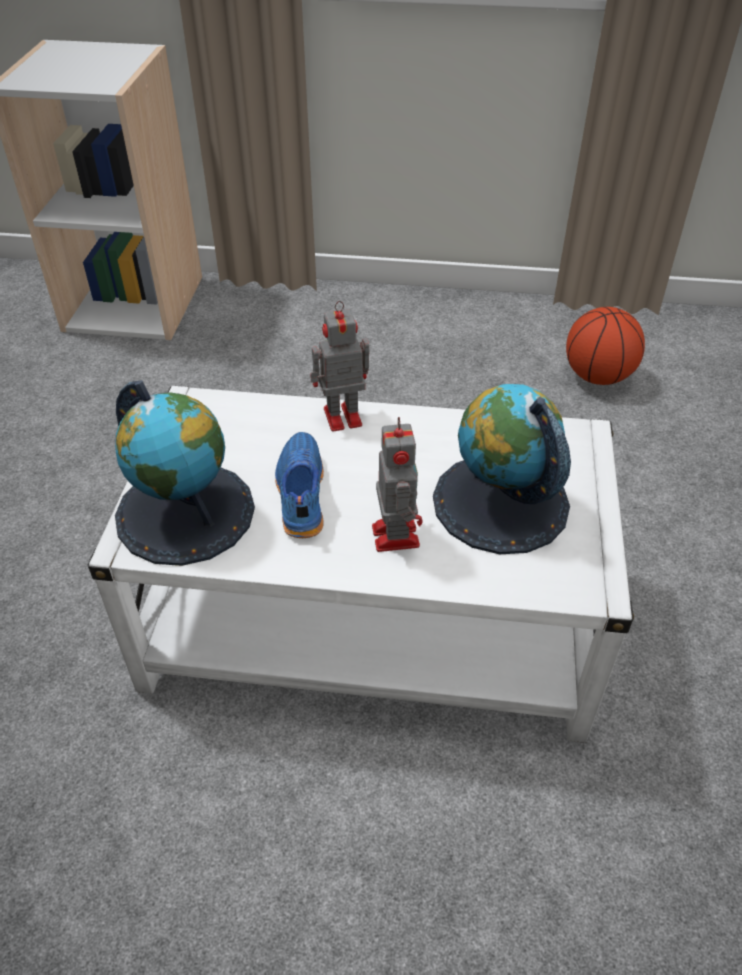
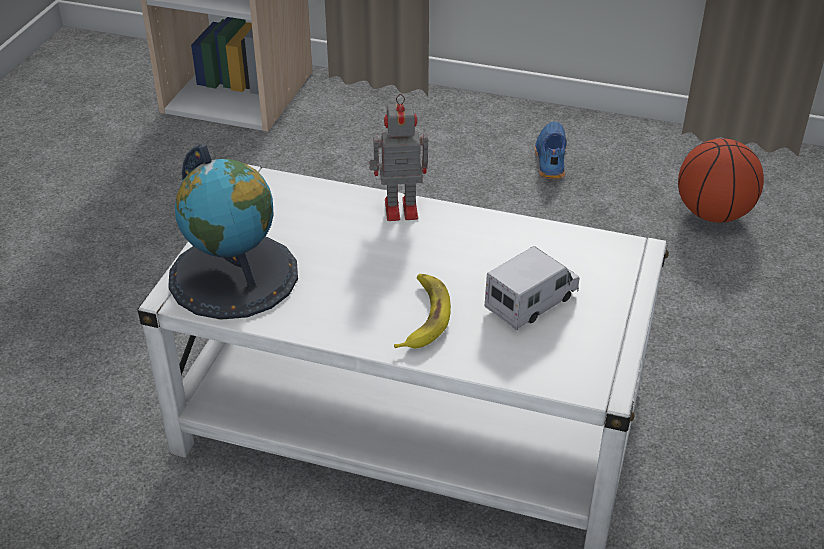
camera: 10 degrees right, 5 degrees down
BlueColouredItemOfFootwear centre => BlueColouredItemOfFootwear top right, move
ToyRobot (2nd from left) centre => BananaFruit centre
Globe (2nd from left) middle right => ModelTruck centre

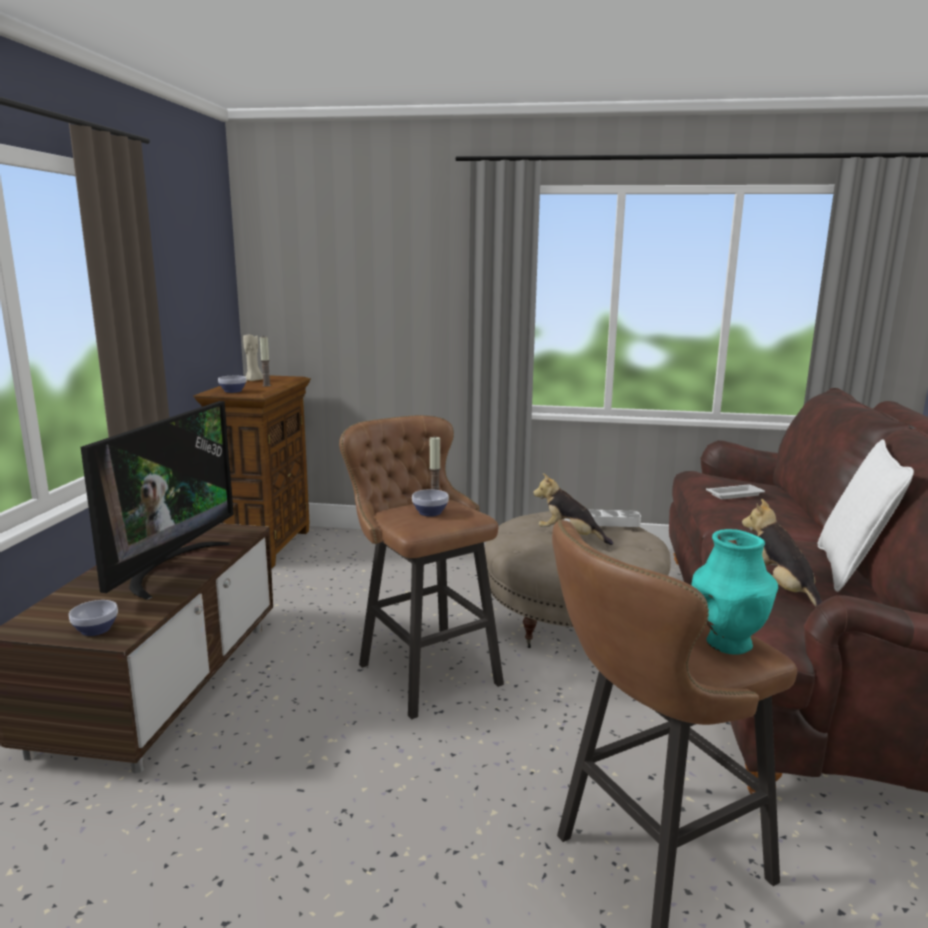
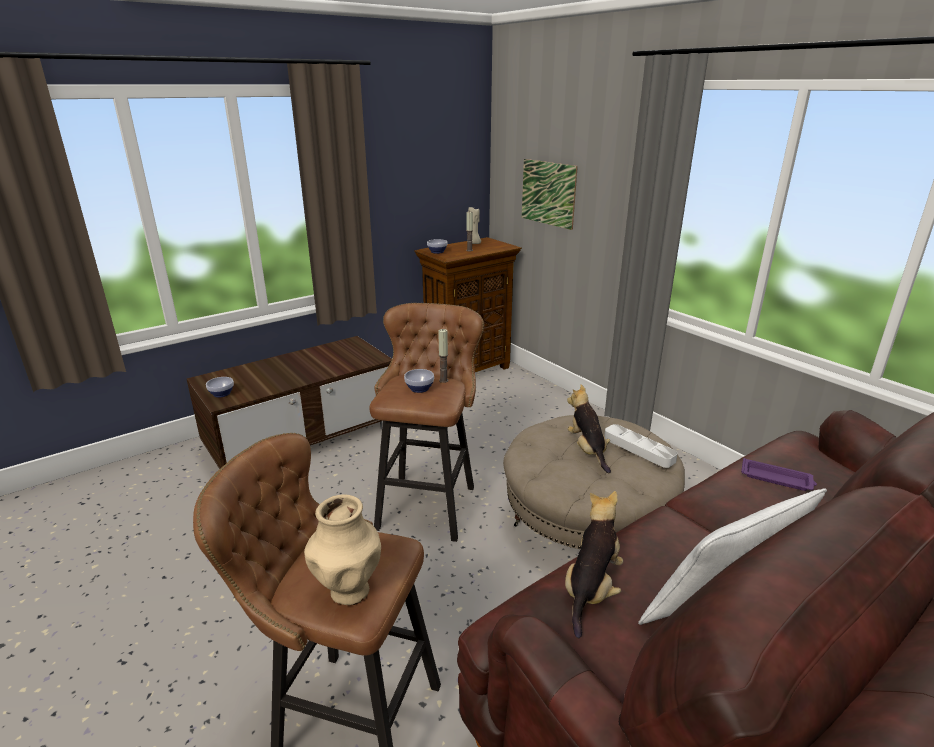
camera: 45 degrees right, 10 degrees up
TvSet middle left => nothing
nothing => Picture top centre
TurquoiseVase middle right => BeigeColouredVase bottom centre
WhitishTray (2nd from left) middle right => PurplishTray middle right

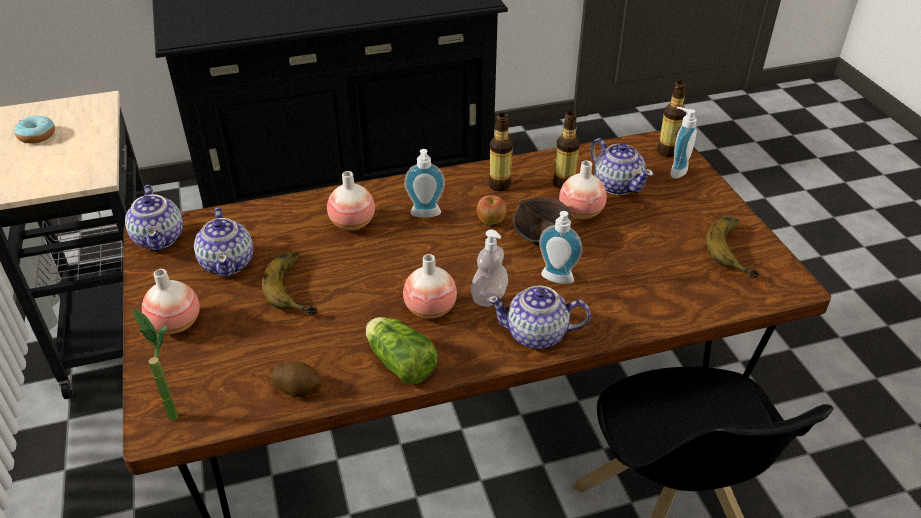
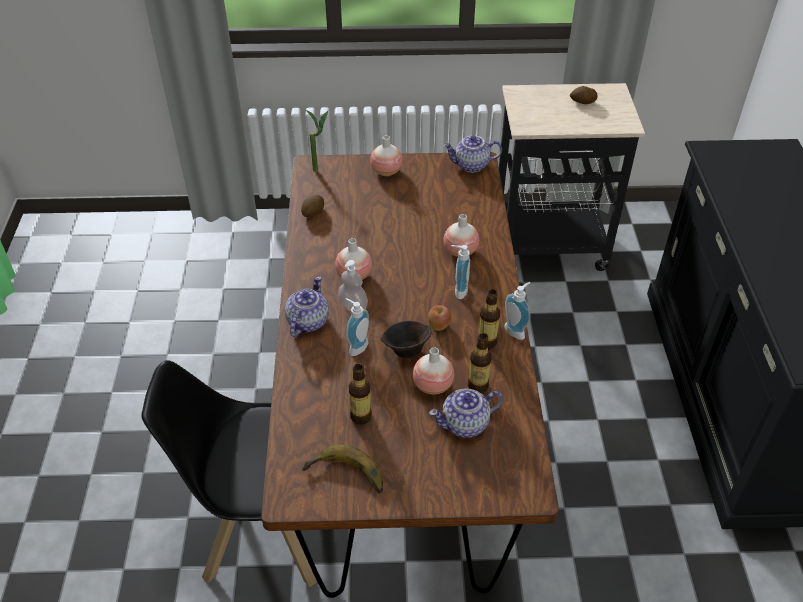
camera: 105 degrees right, 5 degrees up
TeaPot (2nd from left) middle left => nothing
BananaFruit (1st from left) middle left => nothing
Lettuce bottom centre => nothing
DrinkBottle (3rd from left in the first image) top right => DrinkBottle (1st from left) centre, move
SoapDispenser (4th from left) top right => SoapDispenser (4th from left) centre, move
Donut top left => Potato (2nd from left) top right

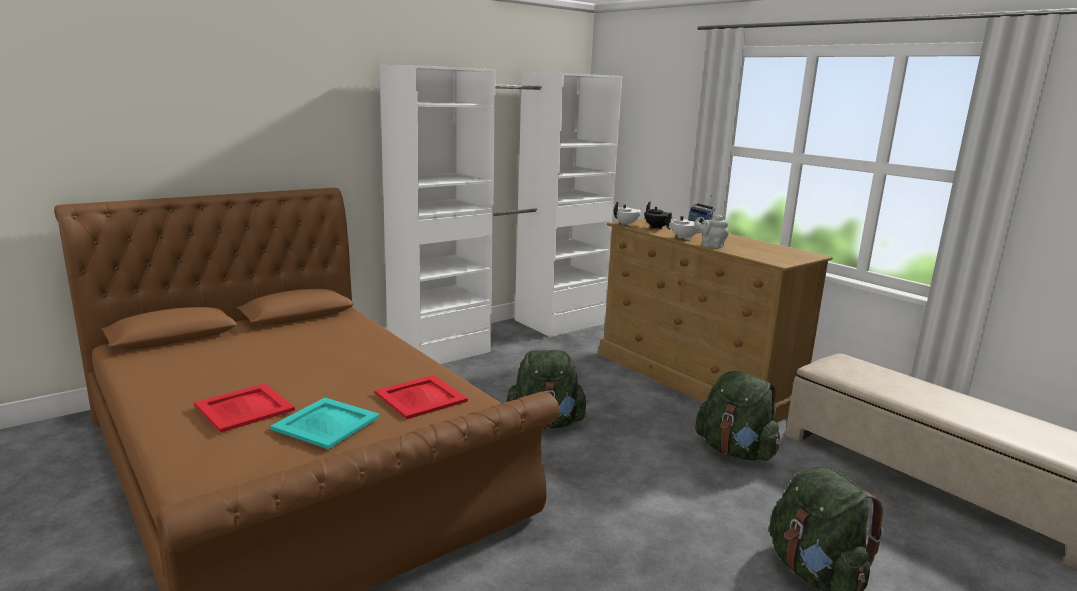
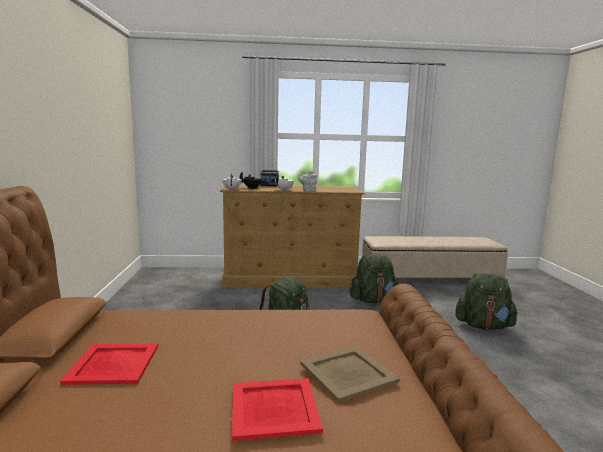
camera: 55 degrees left, 5 degrees down
WhitishWardrobe centre => nothing
ReddishTray (2nd from left in the first image) bottom centre => ReddishTray (1st from left) bottom left, move
TurquoiseTray bottom left => BeigeColouredTray bottom centre

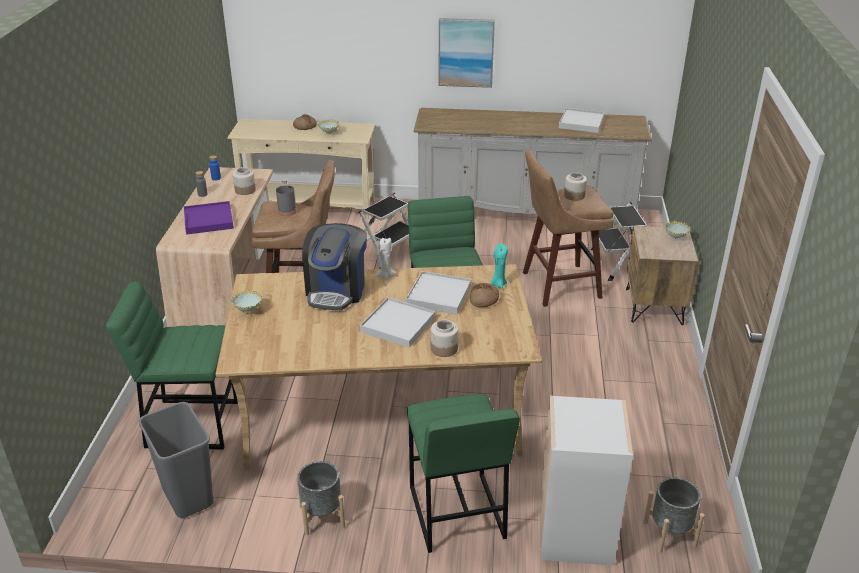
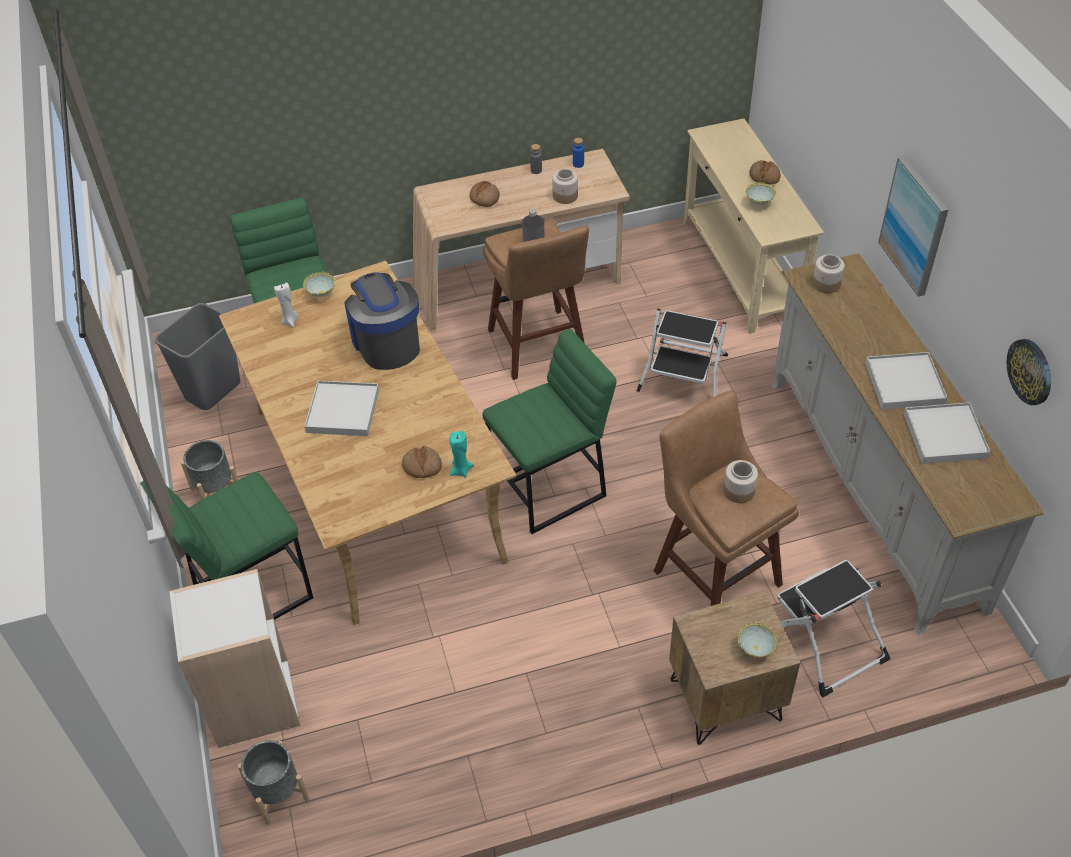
camera: 70 degrees right, 15 degrees up
nothing => WallClock middle right
WhitishWaxLight centre => WhitishWaxLight middle left, move
WhitishTray (2nd from left) centre => WhitishTray (2nd from left) middle right, move
StorageJar (2nd from left in the first image) centre => StorageJar (3rd from left) top right, move
PurplishTray middle left => Bread (2nd from left) top centre
CoffeeBrewer centre, 75 degrees clockwise

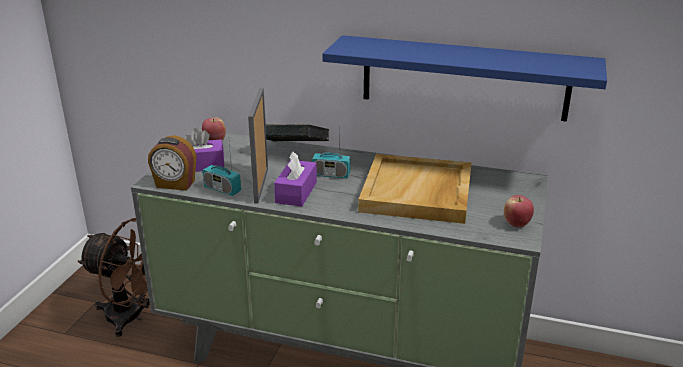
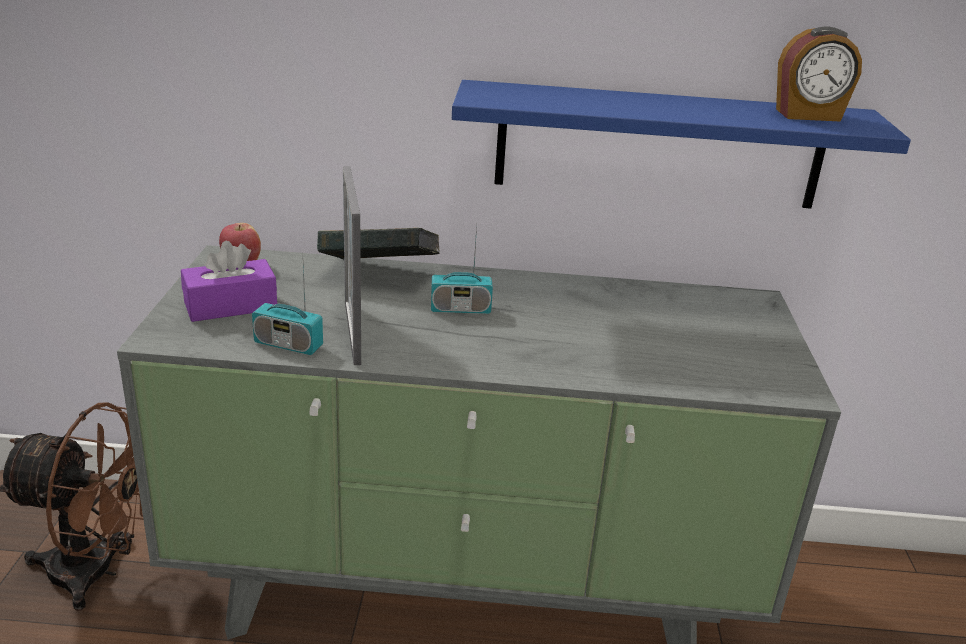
camera: 15 degrees left, 0 degrees up
PurplishBoxOfTissues (2nd from left) centre => nothing
BeigeColouredTray centre => nothing
Apple (2nd from left) middle right => nothing
AlarmClock middle left => AlarmClock top right, move

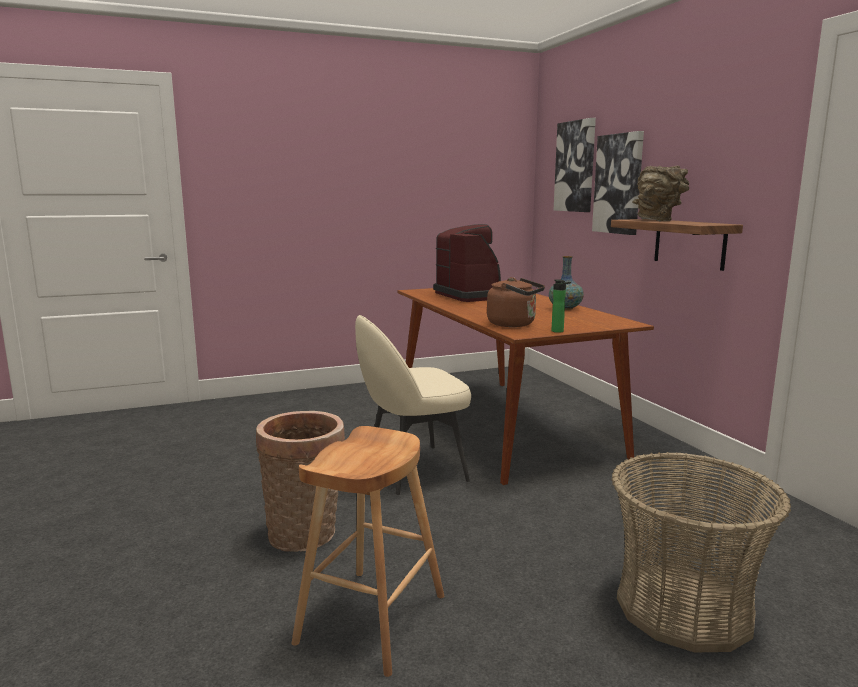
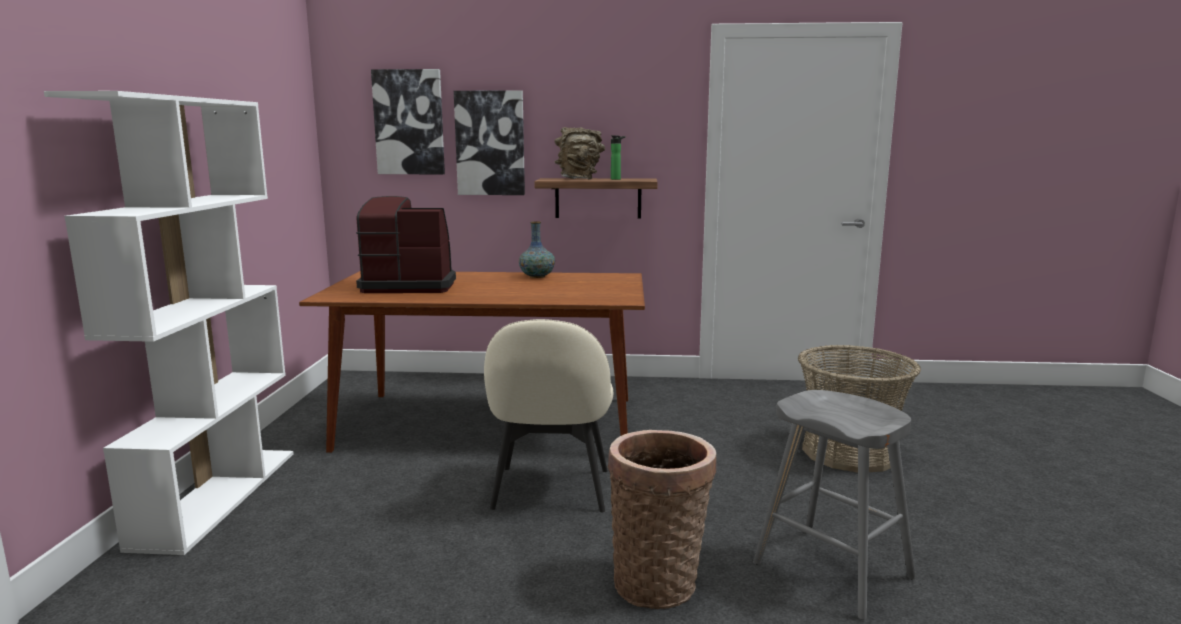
camera: 65 degrees left, 0 degrees up
BrownColouredTeaKettle centre => nothing
nothing => WhitishBookshelf middle left
DrinkBottle centre => DrinkBottle top centre, move
BrownColouredStoolSeat bottom centre => GreyStoolSeat bottom right

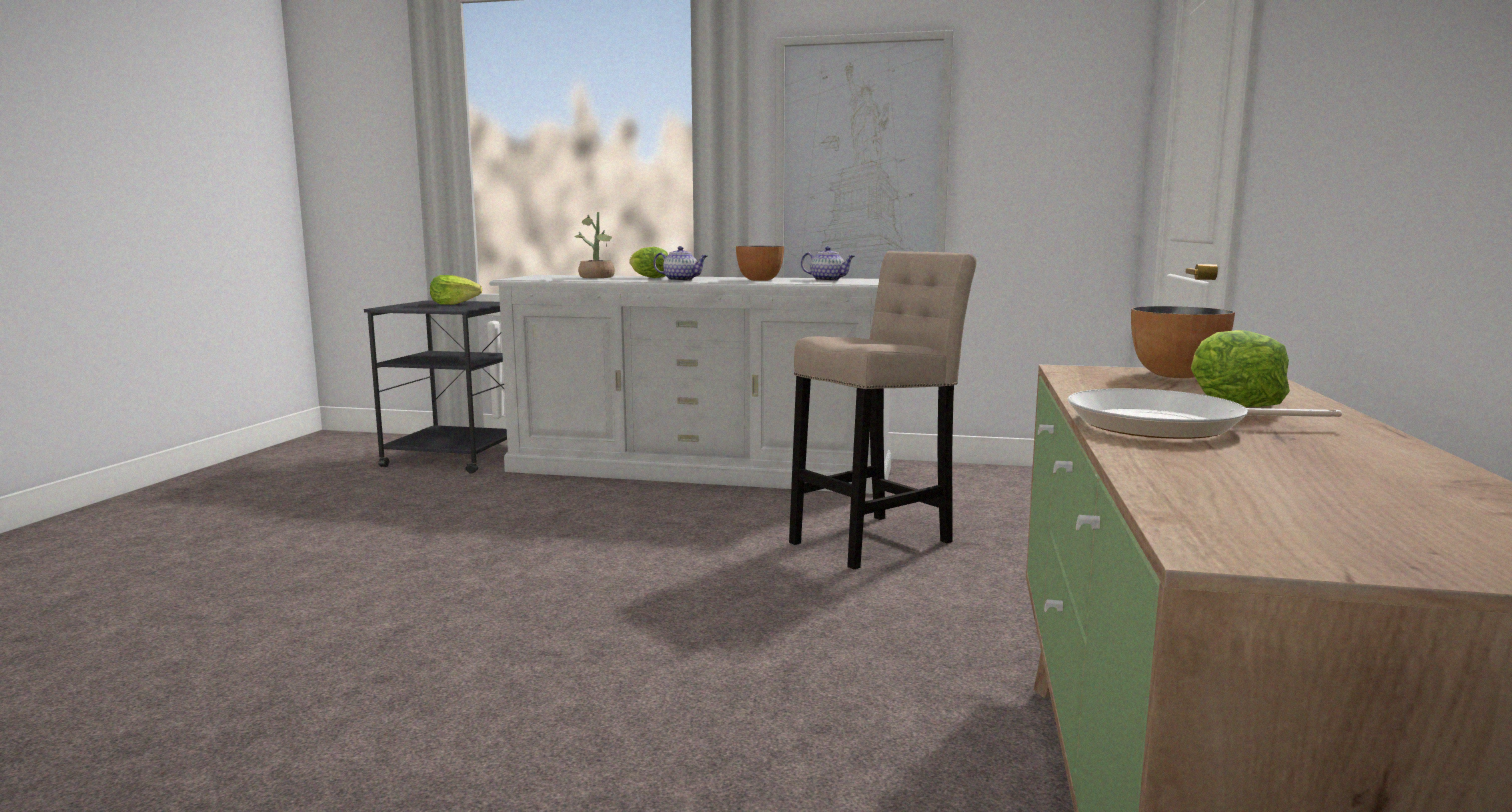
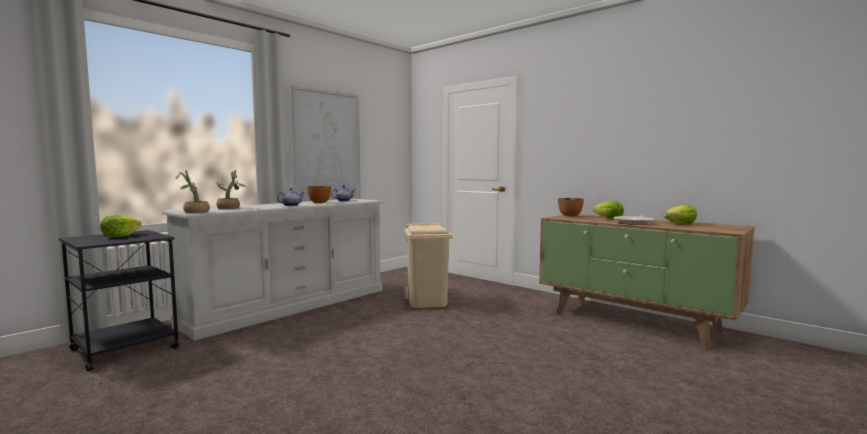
camera: 60 degrees left, 5 degrees down
nothing => PottedPlant (1st from left) middle left
Lettuce (2nd from left in the first image) top centre => Lettuce (3rd from left) middle right, move
BeigeColouredStoolSeat centre => BeigeColouredTrashCan centre

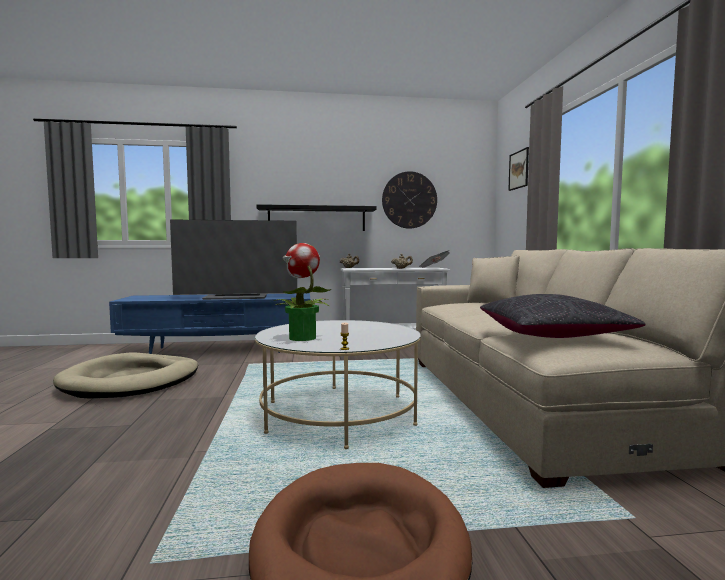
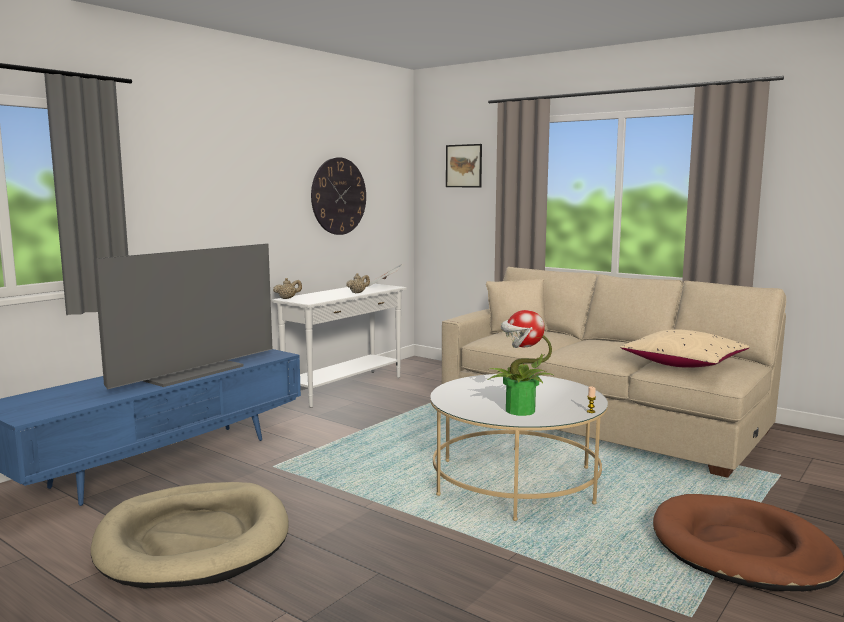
camera: 45 degrees left, 5 degrees up
BlackShelf centre => nothing
BlackCushion middle right => BeigeColouredCushion middle right

